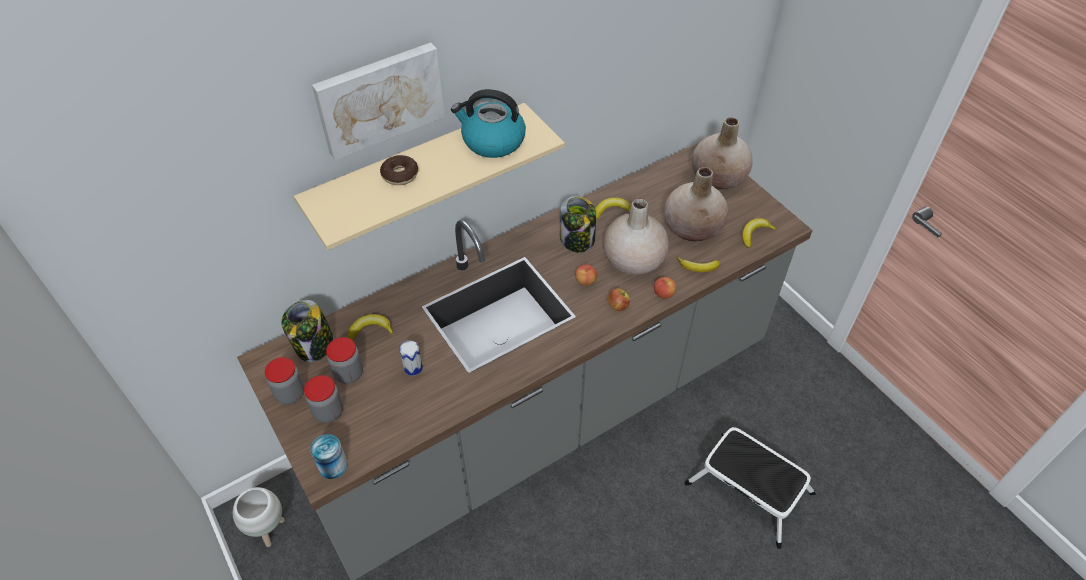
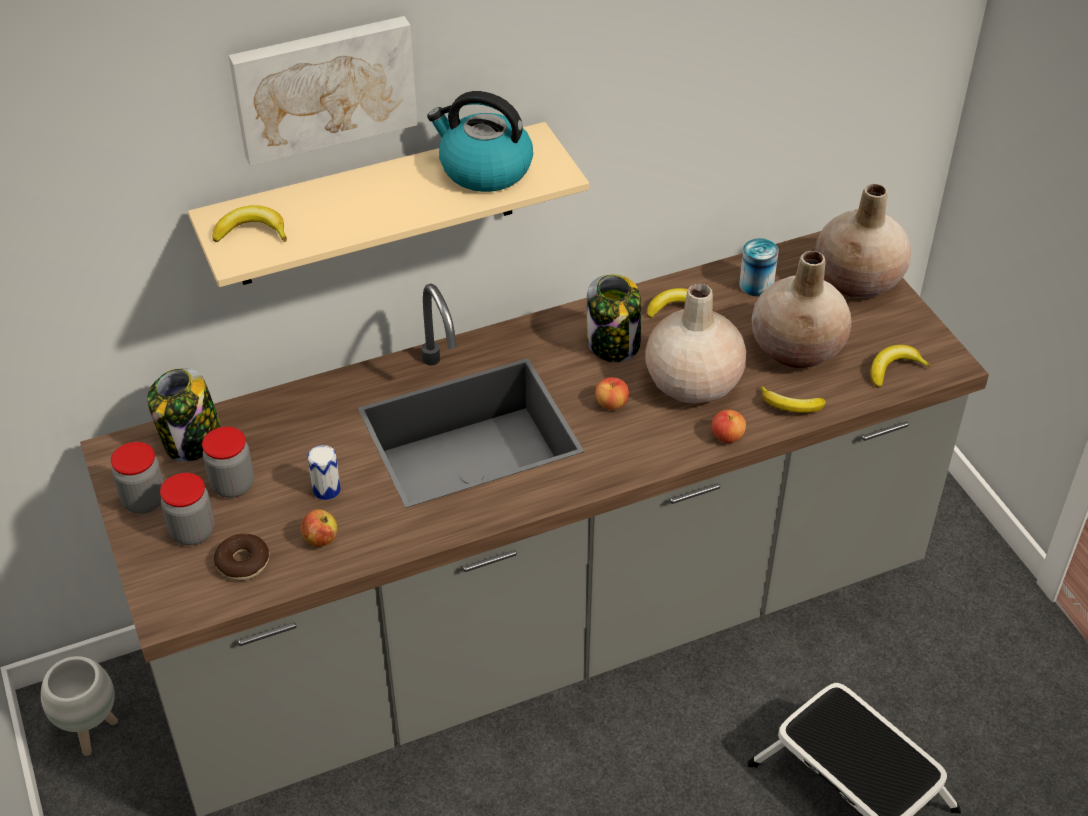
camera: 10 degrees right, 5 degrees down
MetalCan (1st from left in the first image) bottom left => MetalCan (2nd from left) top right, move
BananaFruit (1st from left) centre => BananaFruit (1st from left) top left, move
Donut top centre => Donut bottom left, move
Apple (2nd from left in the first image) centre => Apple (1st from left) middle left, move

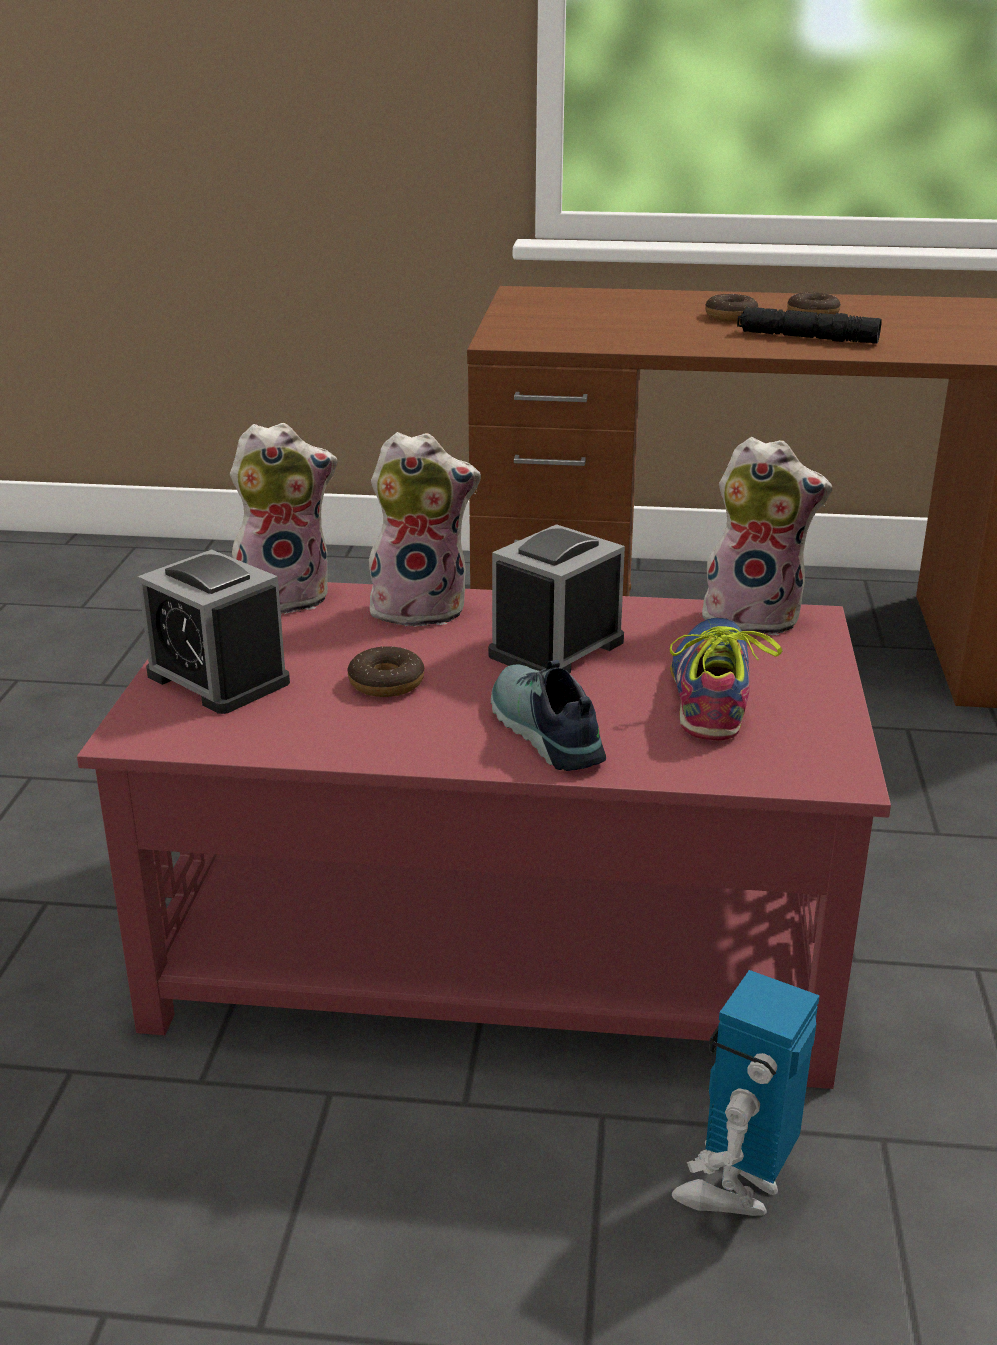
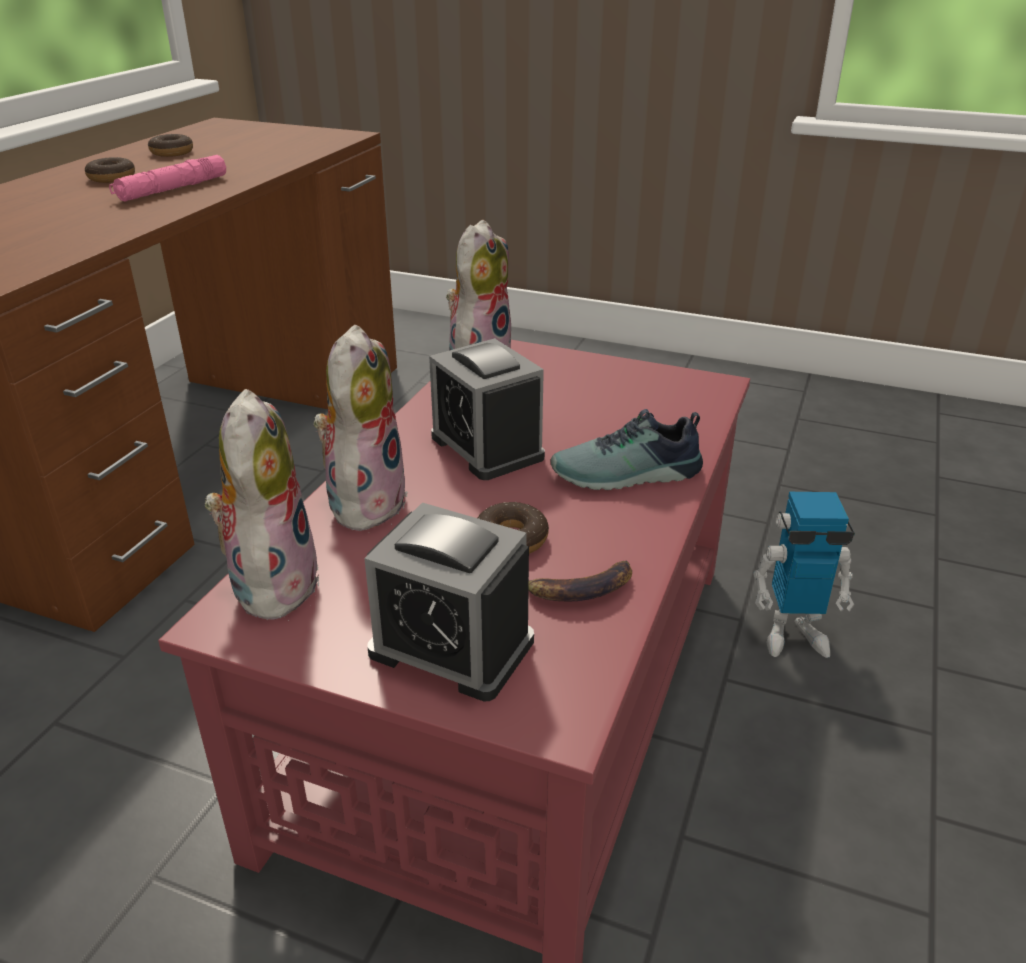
camera: 75 degrees left, 5 degrees up
ItemOfFootwear (2nd from left) middle right => nothing
nothing => BananaFruit centre
Donut (2nd from left) top right => Donut (2nd from left) top left, move
BlackFlashlight top right => PinkColouredFlashlight top left
AlarmClock (1st from left) middle left => AlarmClock (1st from left) centre, 60 degrees clockwise
ToyRobot bottom right => ToyRobot middle right, 45 degrees counterclockwise

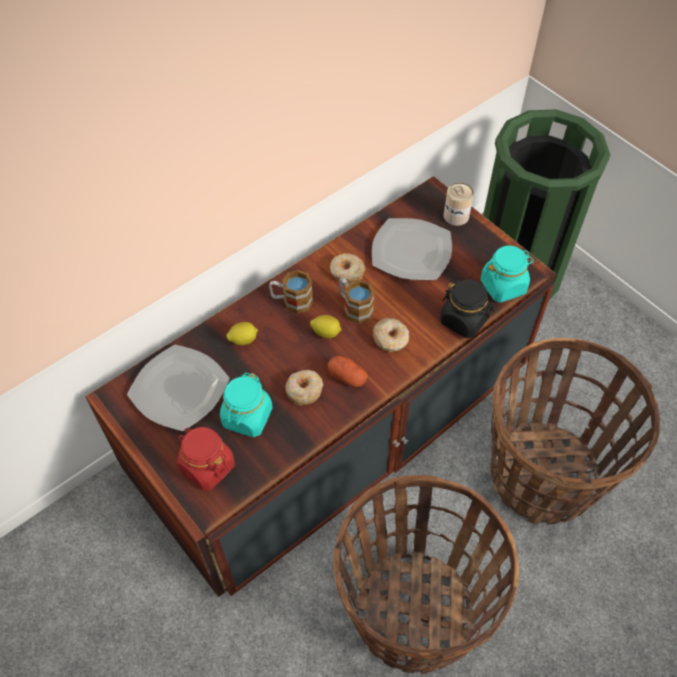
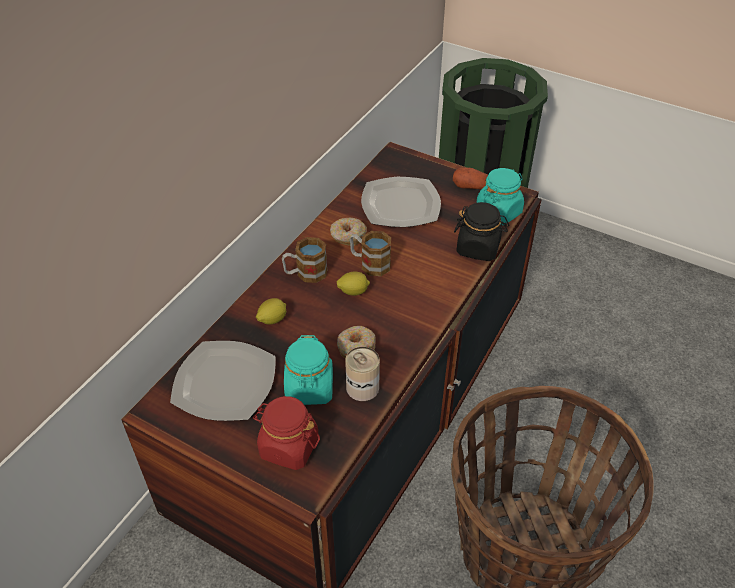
camera: 20 degrees left, 10 degrees down
Donut (3rd from left) centre => nothing
StorageBasket (2nd from left) middle right => nothing
Potato centre => Potato top centre, move
MetalCan top right => MetalCan centre, move

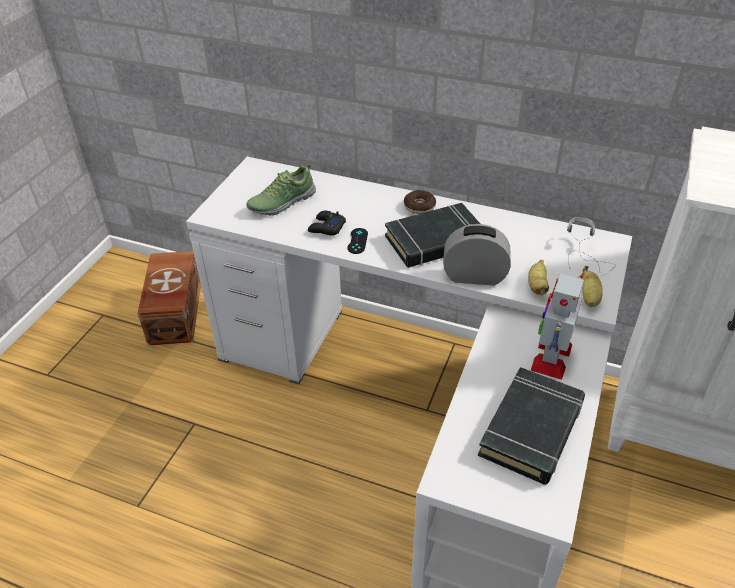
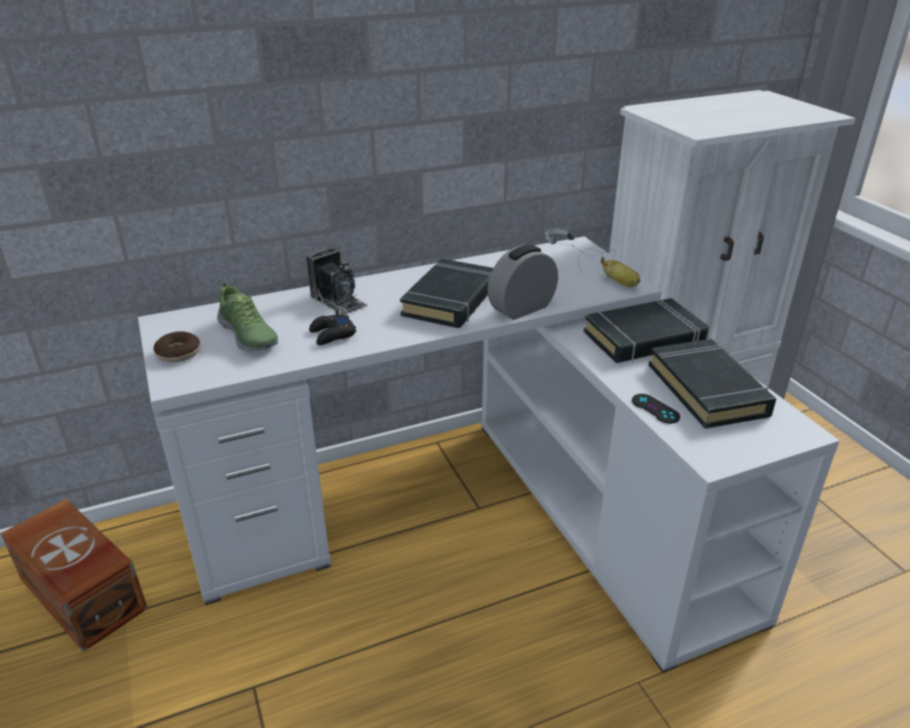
camera: 45 degrees left, 10 degrees down
BananaFruit (1st from left) middle right => nothing
nothing => StillCamera centre
BlackJoypad (2nd from left) centre => BlackJoypad (2nd from left) middle right, move
Donut centre => Donut middle left, move
ToyRobot middle right => BlackBook (2nd from left) middle right
ItemOfFootwear top centre => ItemOfFootwear middle left, 45 degrees counterclockwise

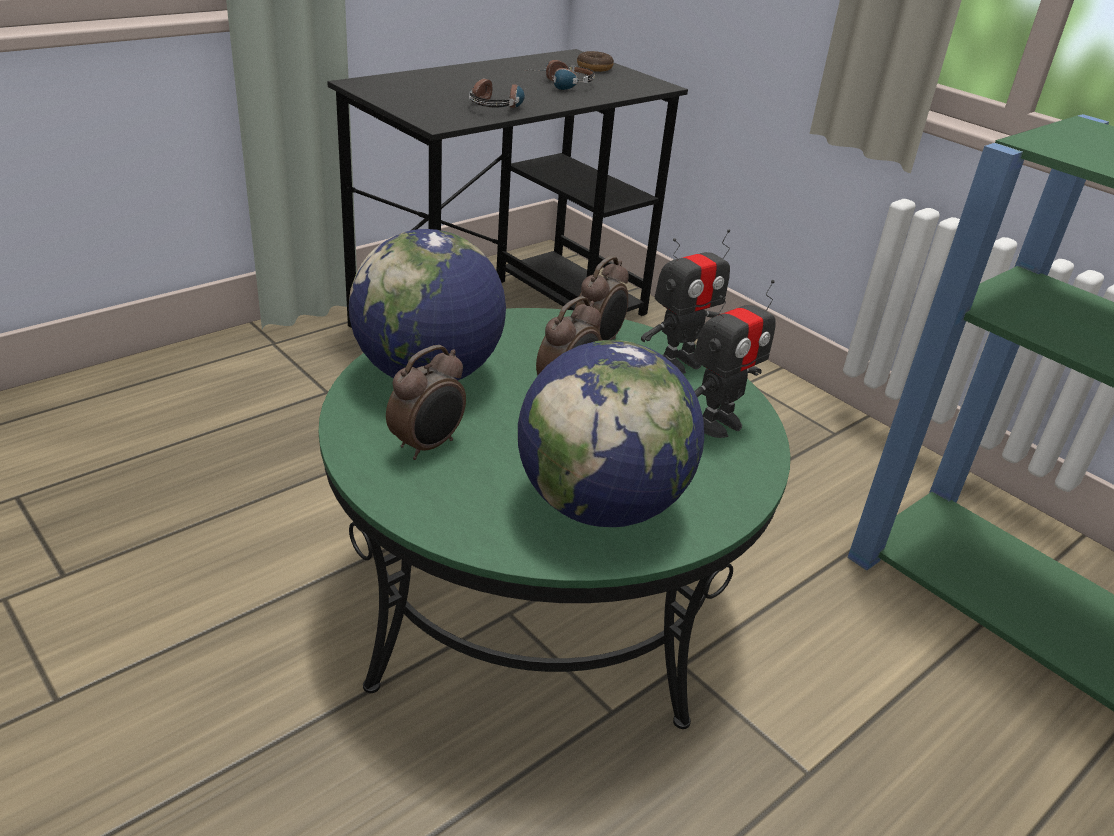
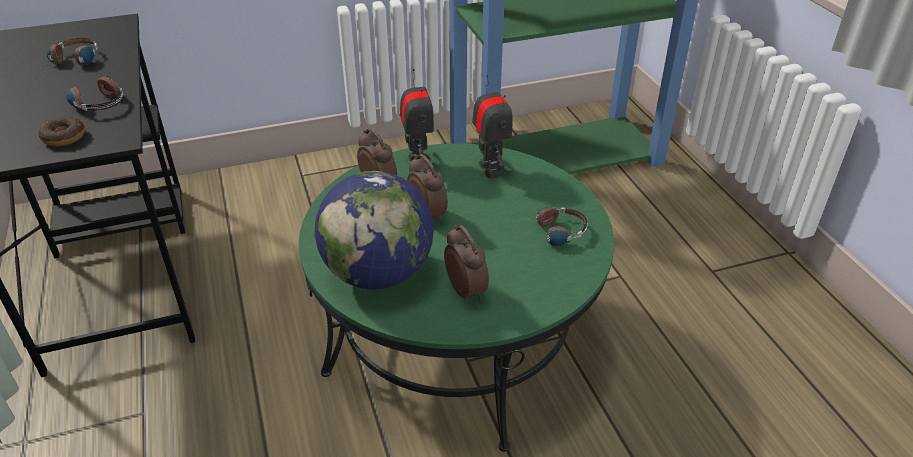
camera: 65 degrees left, 5 degrees up
Donut top centre => Donut top left, move
Globe (2nd from left) centre => Headphones (3rd from left) centre

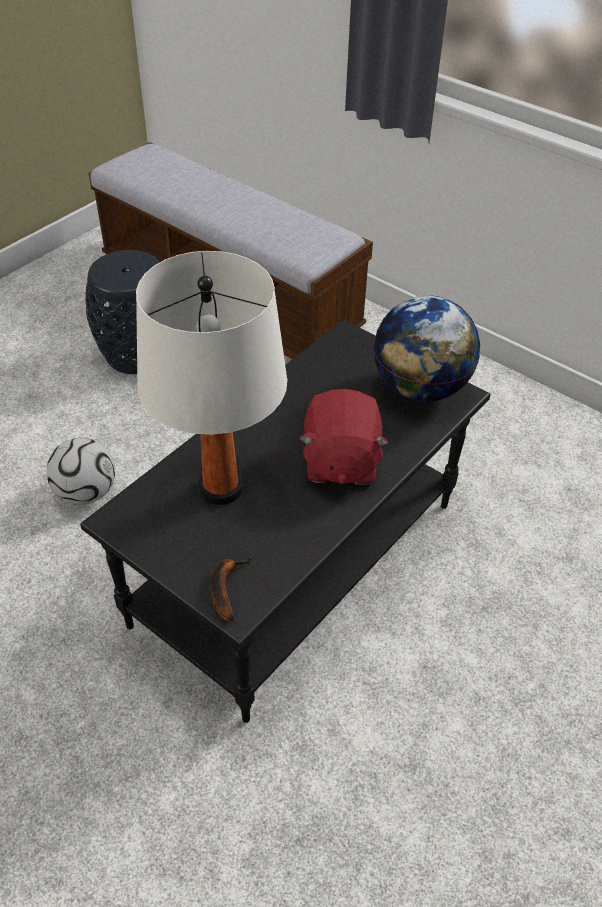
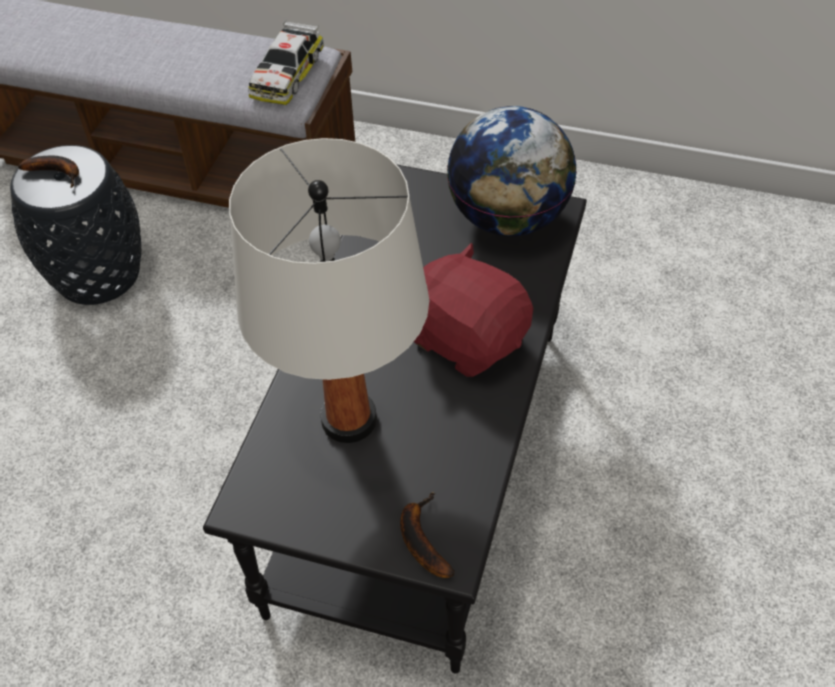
camera: 20 degrees left, 5 degrees up
FootballBall middle left => nothing
nothing => BananaFruit (1st from left) top left
nothing => MiniatureCar top centre
ReddishPlushToy centre, 150 degrees clockwise

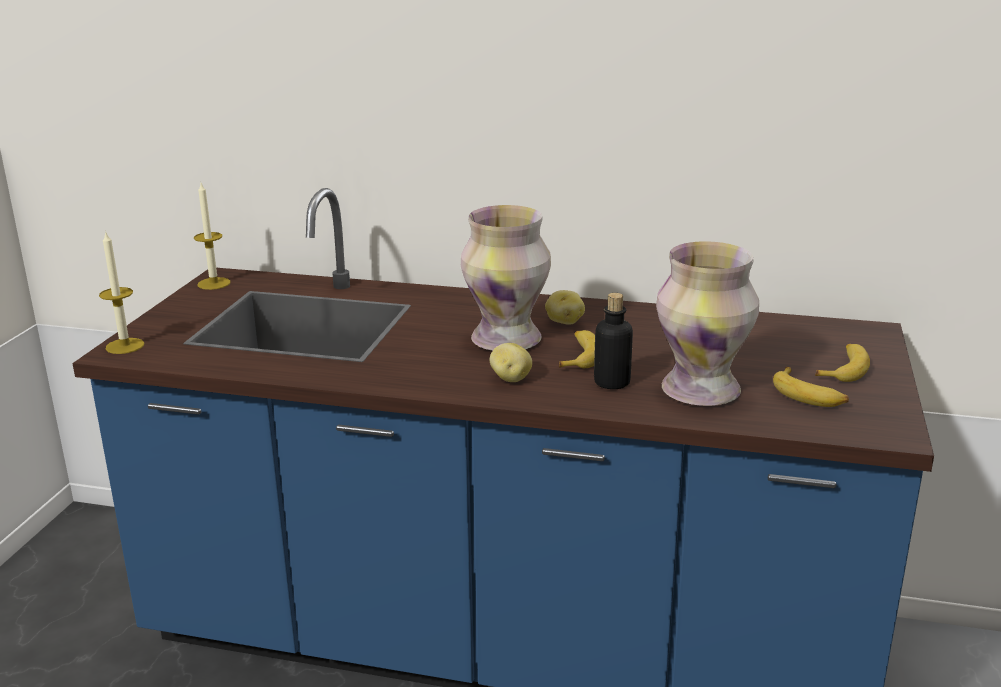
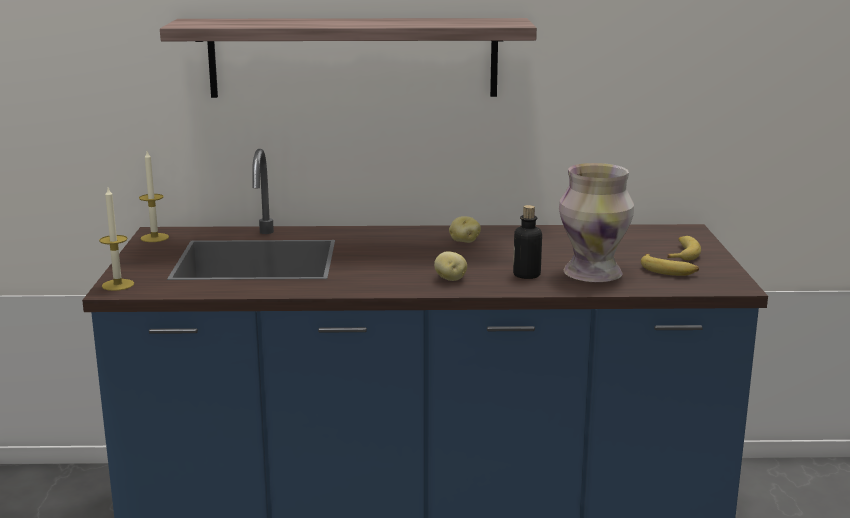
camera: 15 degrees left, 5 degrees down
Vase (1st from left) centre => nothing
BananaFruit (1st from left) centre => nothing
nothing => Shelf top centre

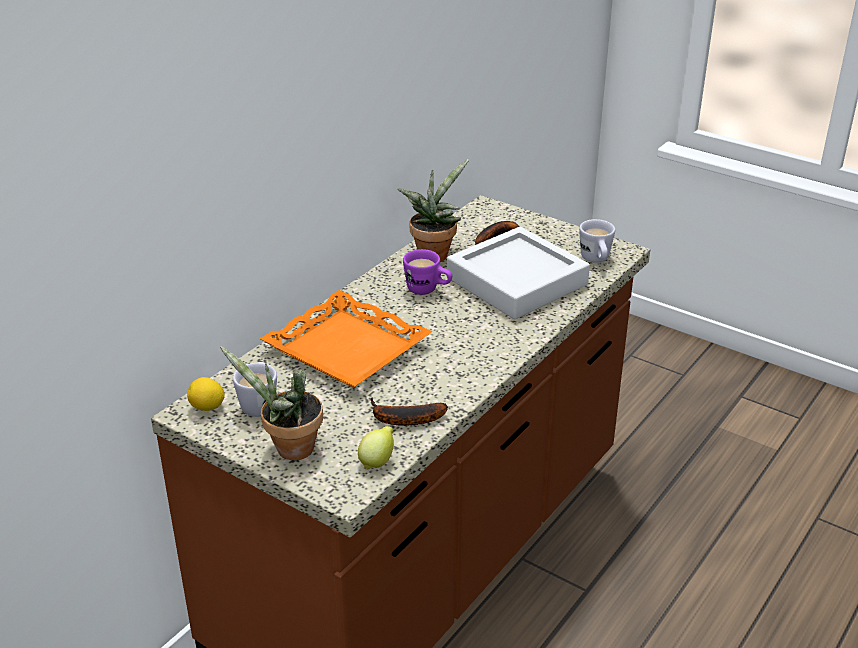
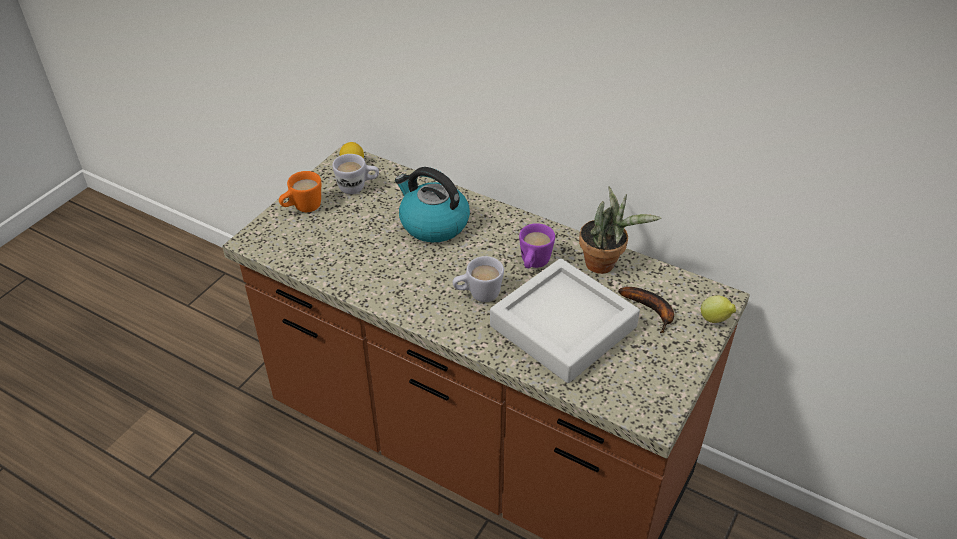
camera: 85 degrees right, 10 degrees up
BananaFruit (1st from left) centre => nothing
Lemon (2nd from left) bottom centre => Lemon (2nd from left) middle right, move
WhitishCoffeeMug (2nd from left) middle right => WhitishCoffeeMug (2nd from left) centre, move
PottedPlant (1st from left) middle left => OrangeCoffeeMug middle left
OrangeTray centre => TeaKettle centre

